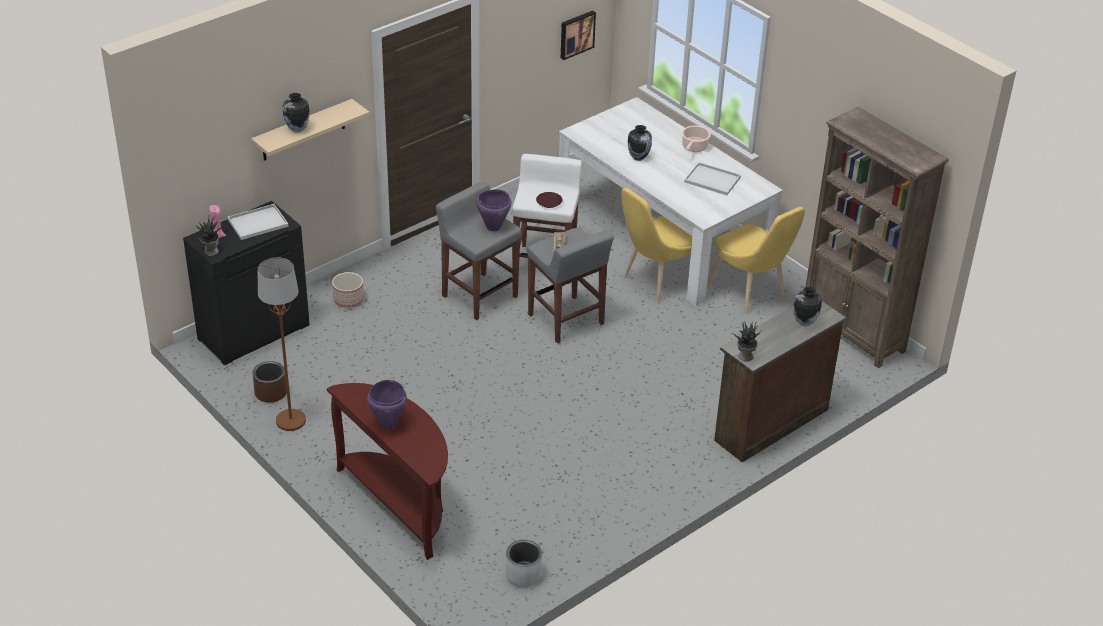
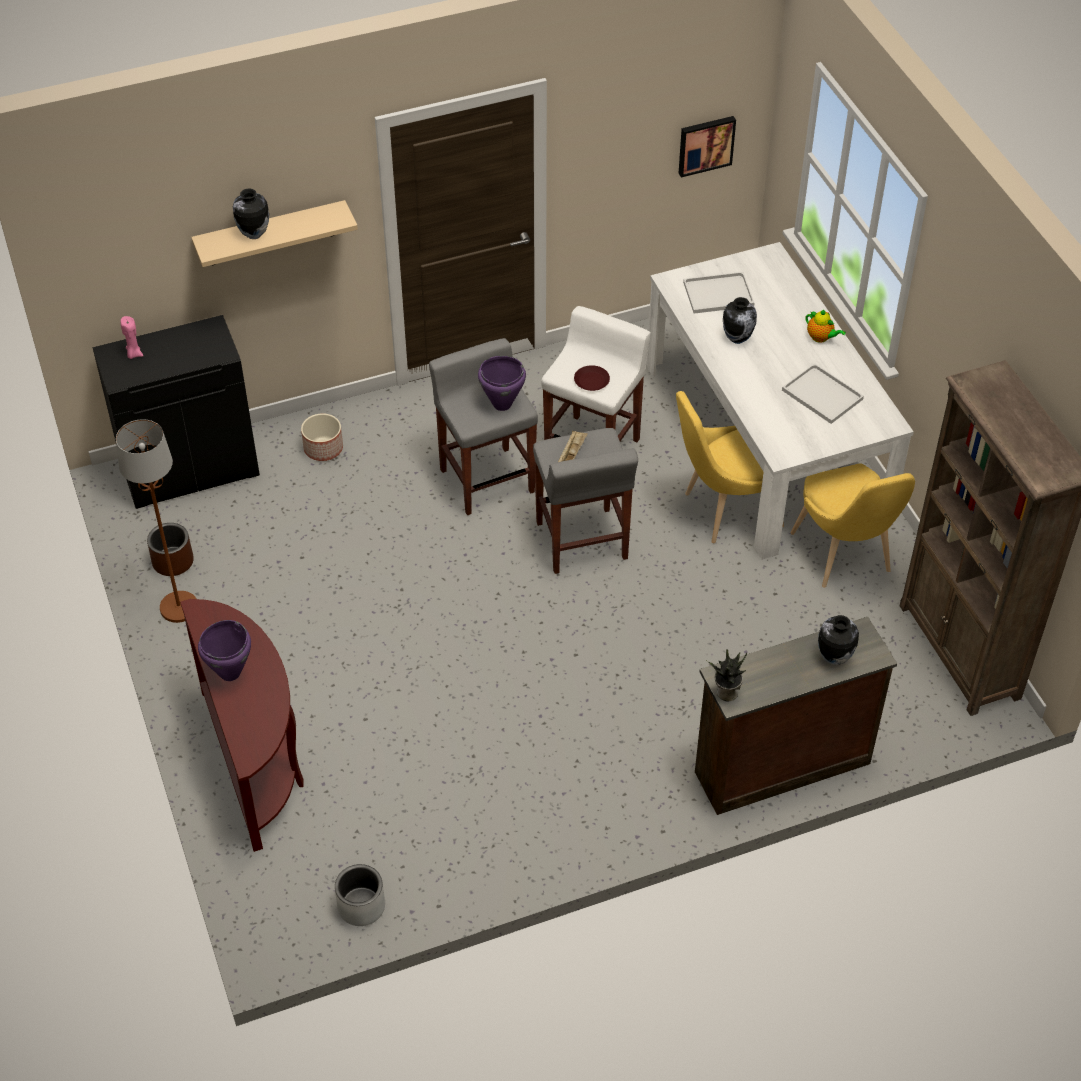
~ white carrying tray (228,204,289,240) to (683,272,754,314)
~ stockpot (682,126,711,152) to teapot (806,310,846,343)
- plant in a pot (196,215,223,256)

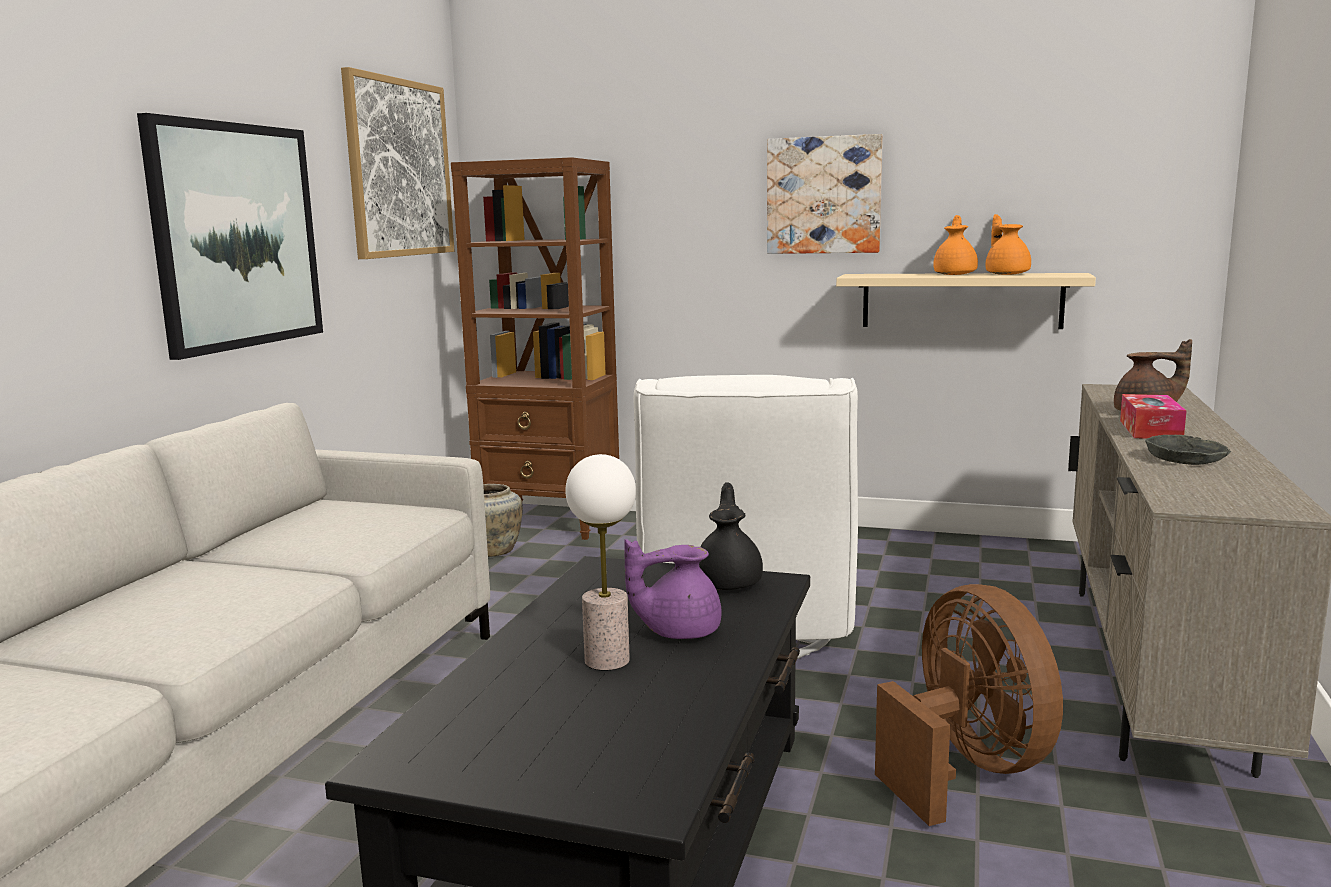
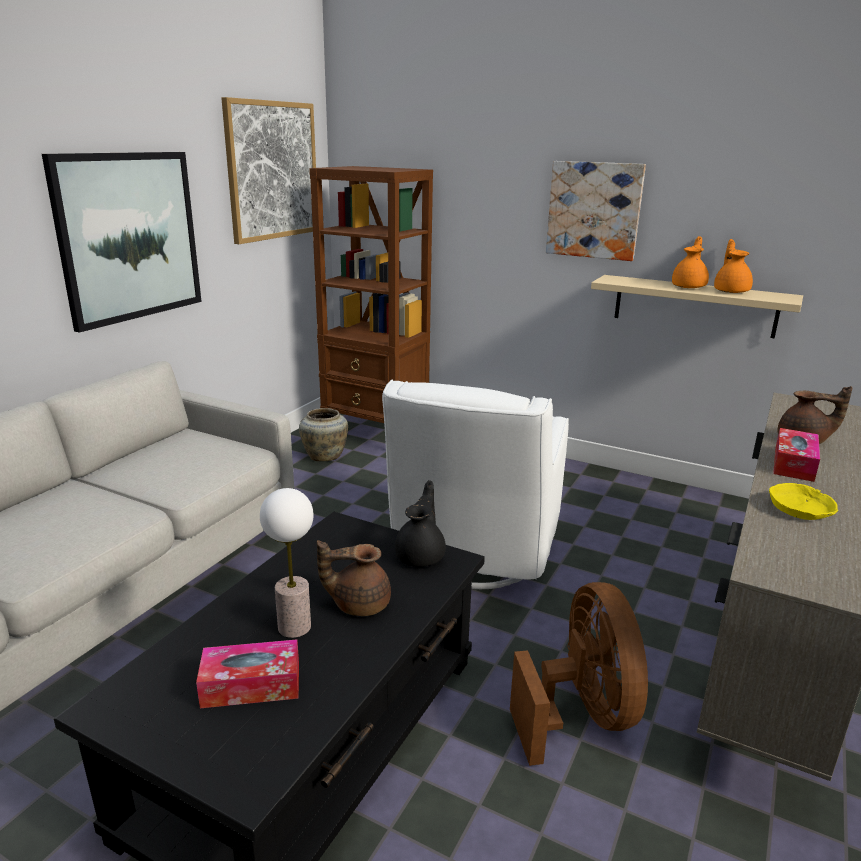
+ tissue box (196,639,299,708)
~ purple-coloured teapot (624,539,722,639) to brown-coloured teapot (317,540,391,616)
~ gray bowl (1145,435,1231,465) to yellow-coloured bowl (769,483,838,520)

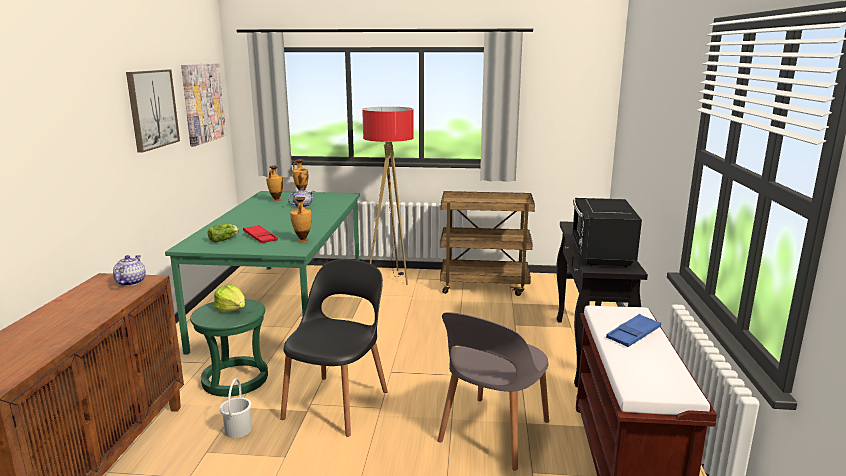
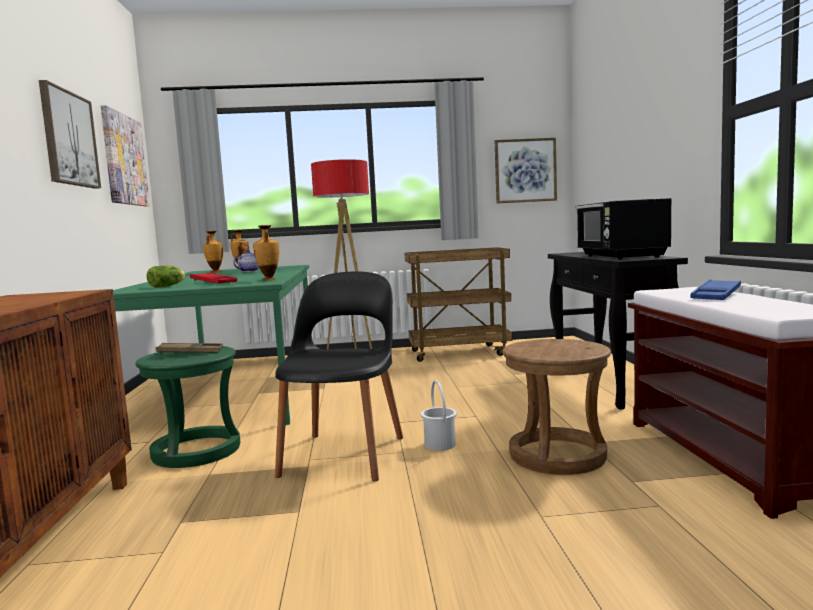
~ head of lettuce (214,285,245,312) to brown-coloured carrying tray (156,343,223,354)
~ white pail (220,378,252,438) to (421,380,457,451)
+ wall art (495,138,557,203)
~ gray upright chair (437,312,549,471) to brown-coloured stool (502,339,611,475)
- teapot (113,255,146,286)

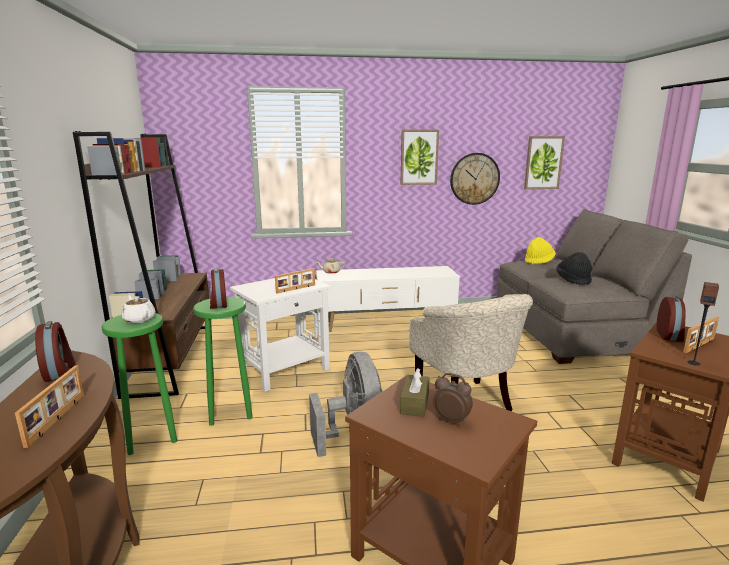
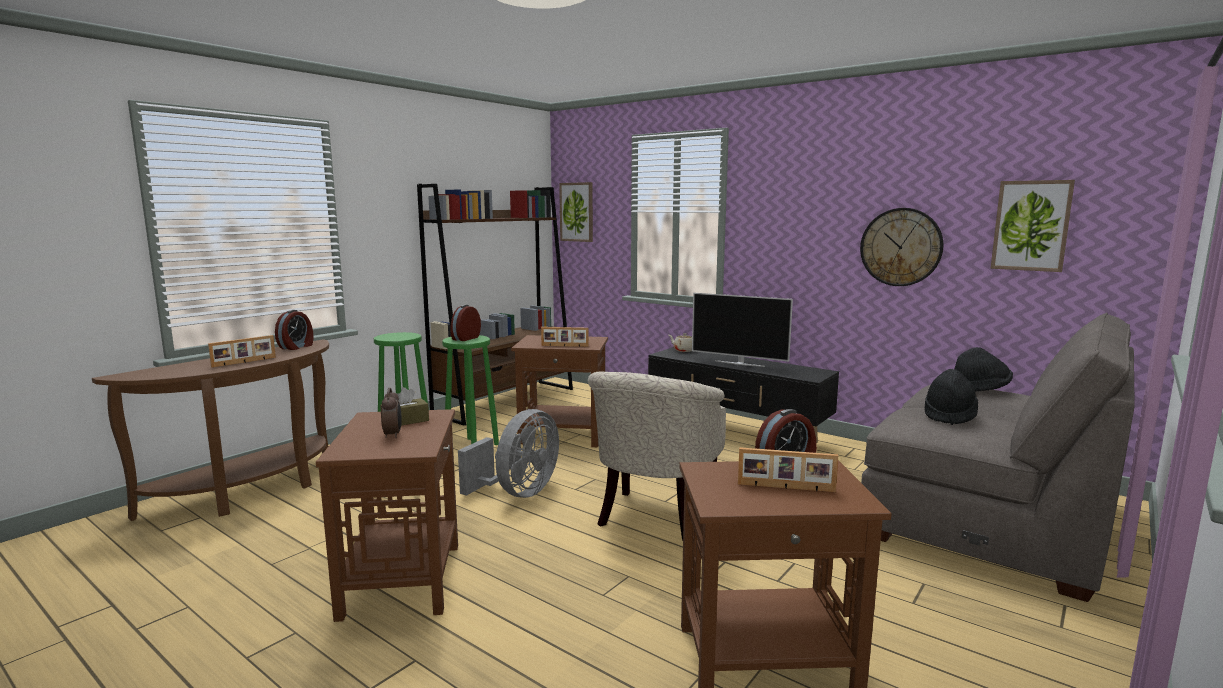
~ white side table (230,278,331,392) to brown-coloured side table (511,335,608,447)
~ wall art (400,130,439,185) to (559,182,593,242)
~ white tv unit (316,266,460,332) to black tv unit (648,347,839,443)
+ TV (692,293,793,367)
~ yellow-coloured hat (525,237,556,264) to black hat (955,347,1013,392)
- white teapot (121,295,156,323)
- audio speaker (688,282,719,366)

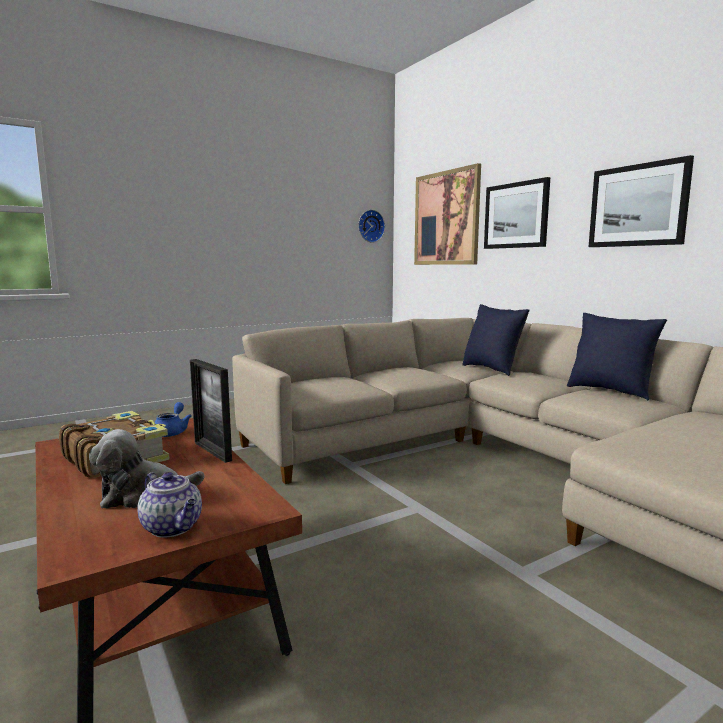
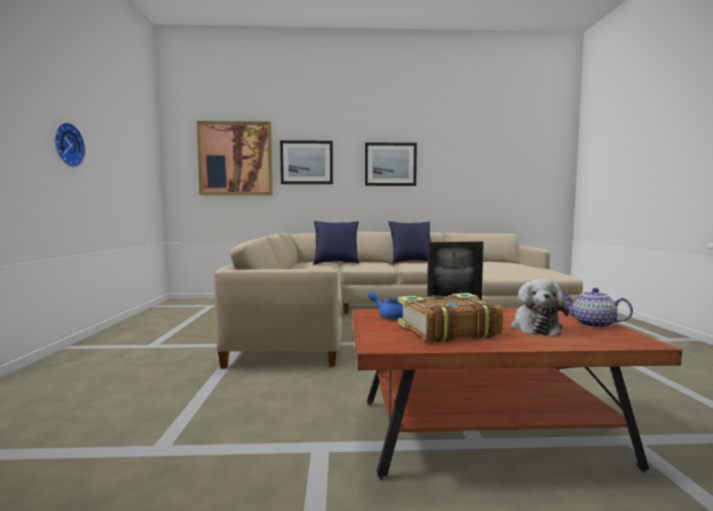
~ clock on the wall (358,210,385,243) to (55,122,86,167)
~ teapot (137,472,202,538) = (564,288,633,328) 120 degrees counterclockwise

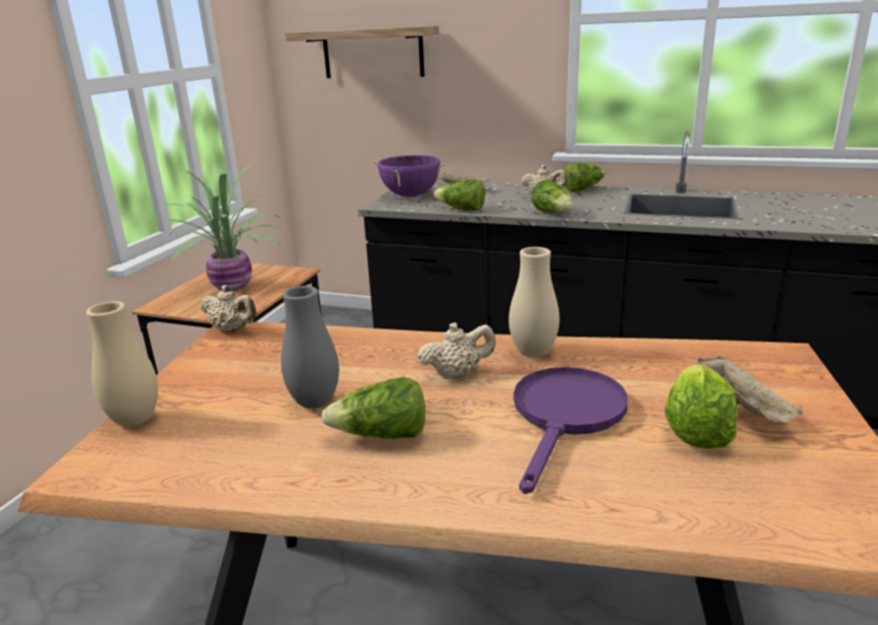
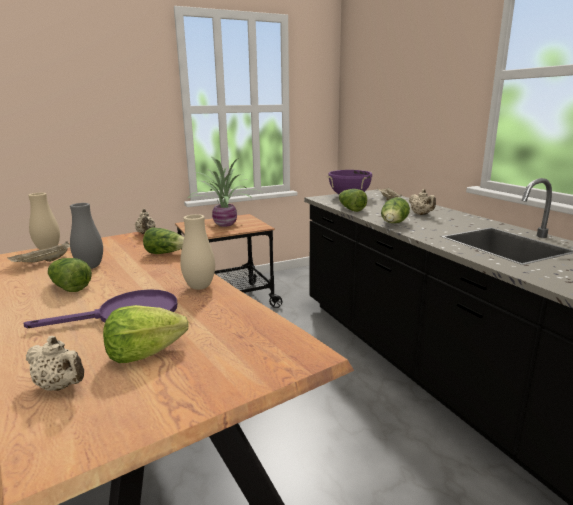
~ beige carrying tray (697,356,803,422) to (8,241,70,263)
~ beige teapot (417,322,496,379) to (26,336,84,391)
~ head of lettuce (563,163,606,192) to (143,227,184,254)
- bracket shelf (285,26,439,78)

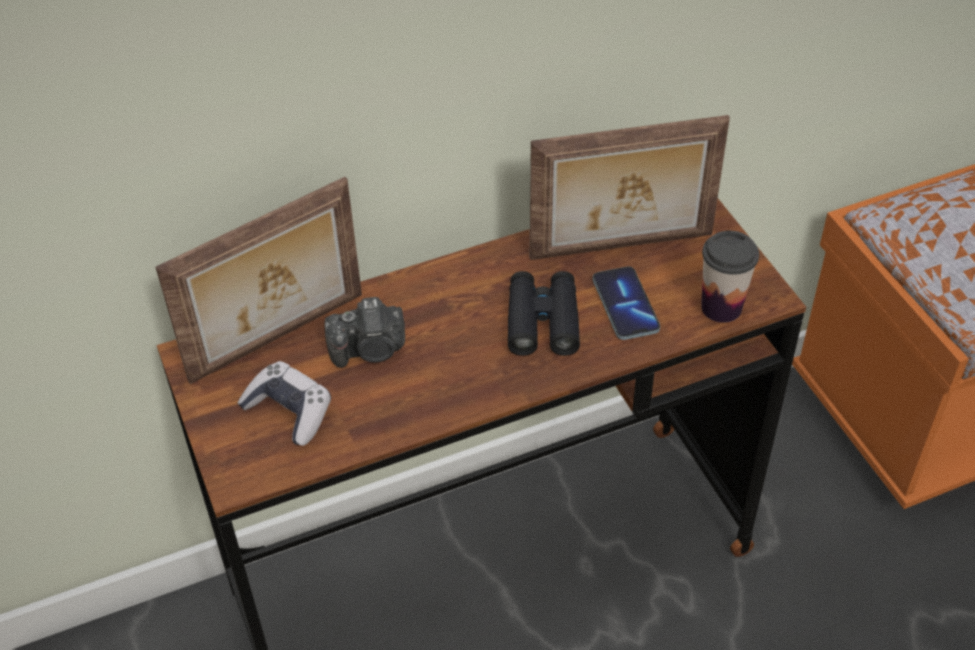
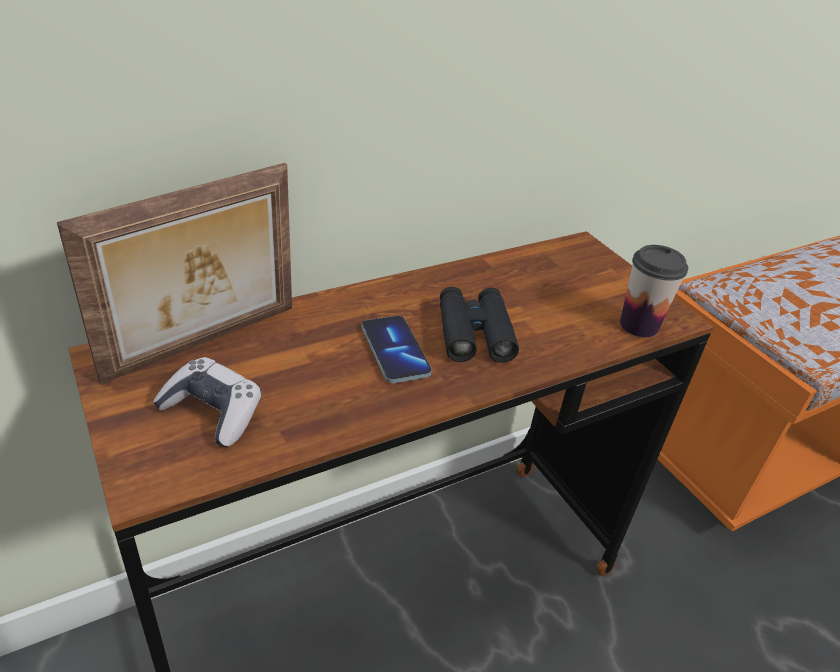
~ phone (593,266,660,340) to (362,316,432,383)
- photo camera (324,297,405,368)
- standing frame (530,115,730,260)

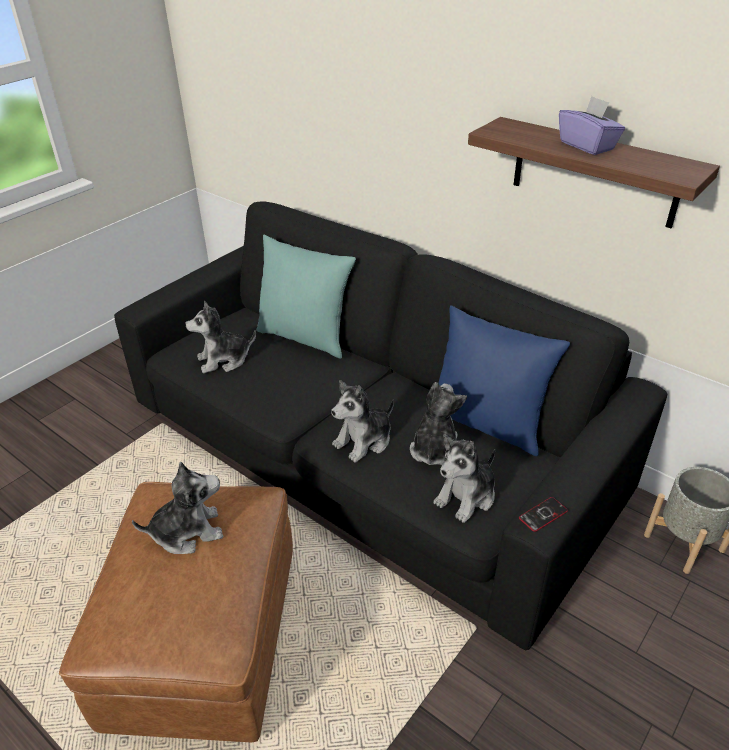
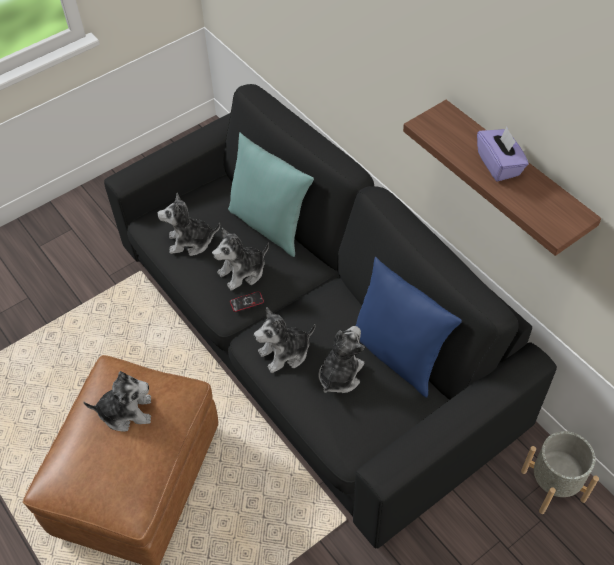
~ soft toy (433,434,495,523) to (212,228,269,291)
~ phone (519,497,568,532) to (230,291,264,312)

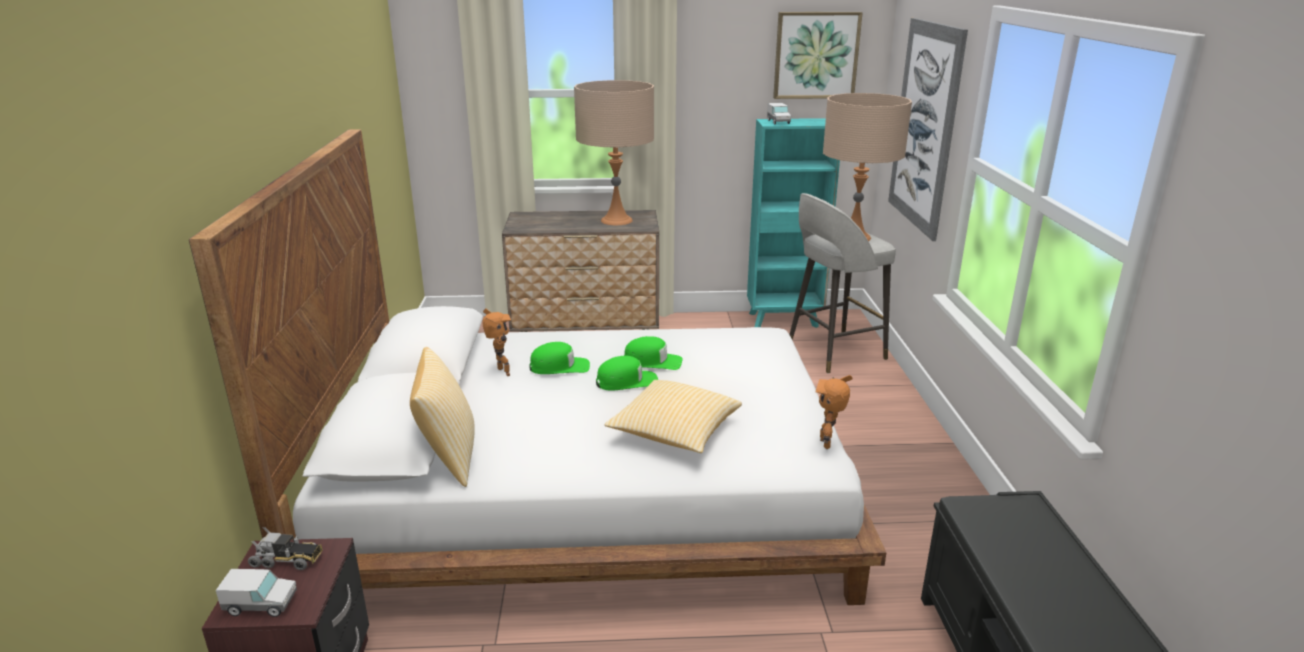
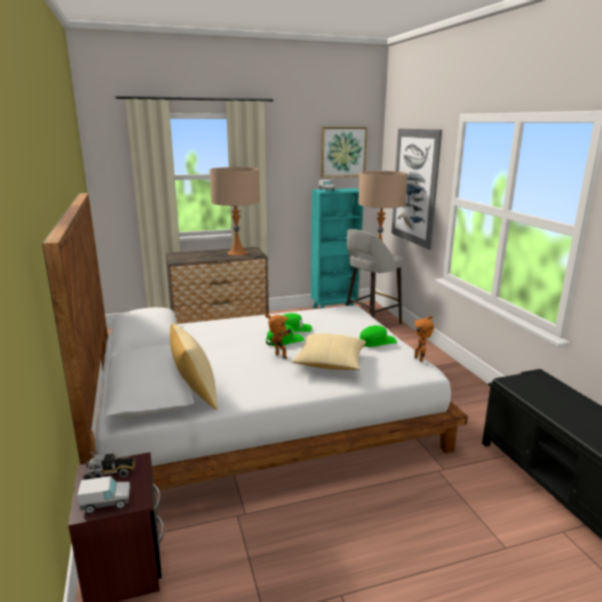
~ robot figure (482,308,511,376) to (265,314,292,359)
~ greenish peaked cap (529,342,590,374) to (359,325,397,347)

